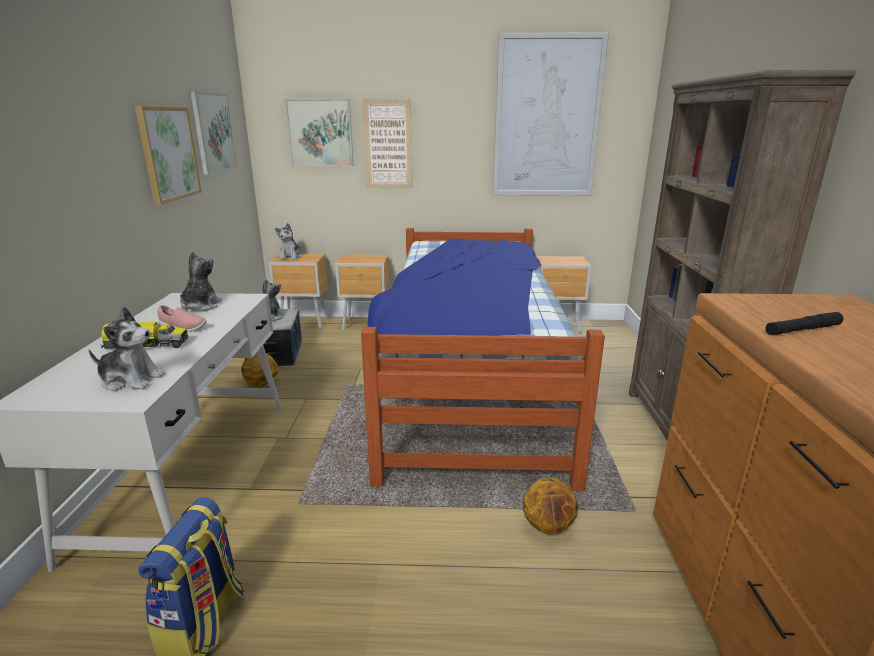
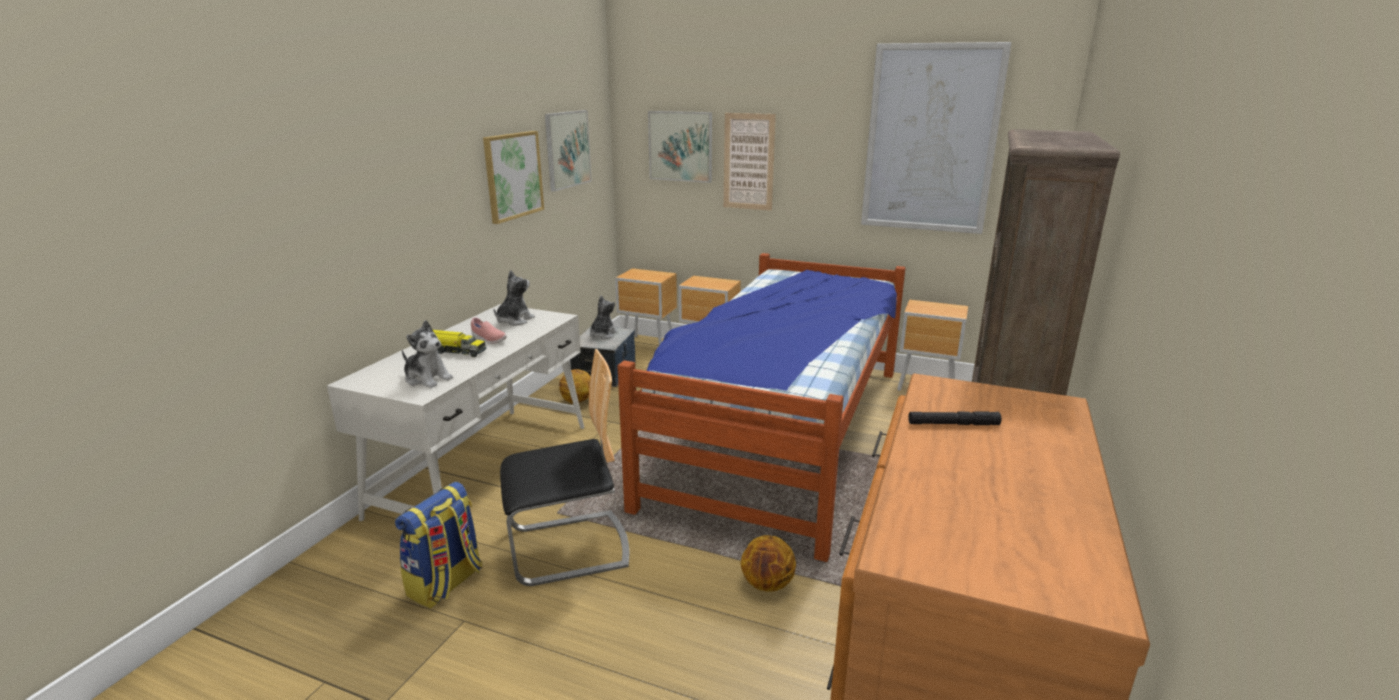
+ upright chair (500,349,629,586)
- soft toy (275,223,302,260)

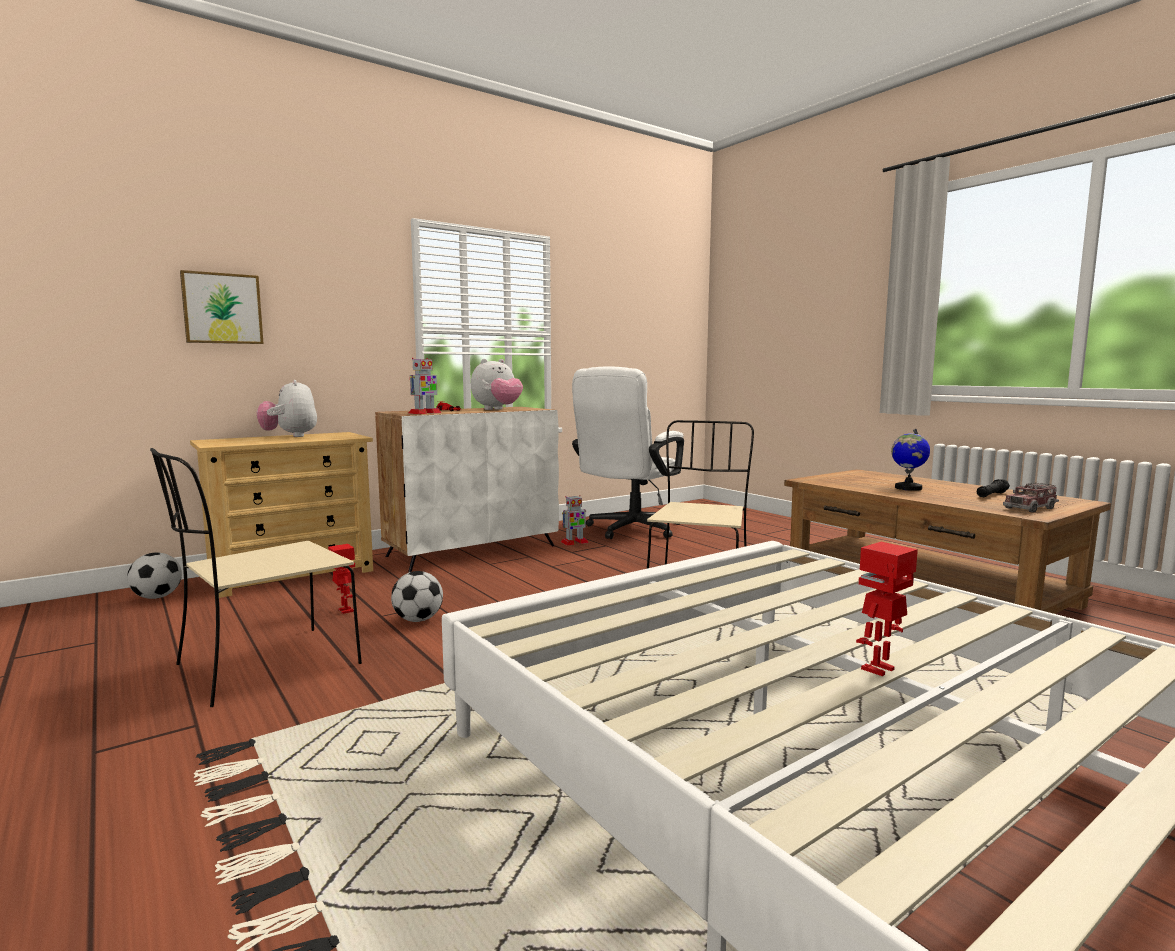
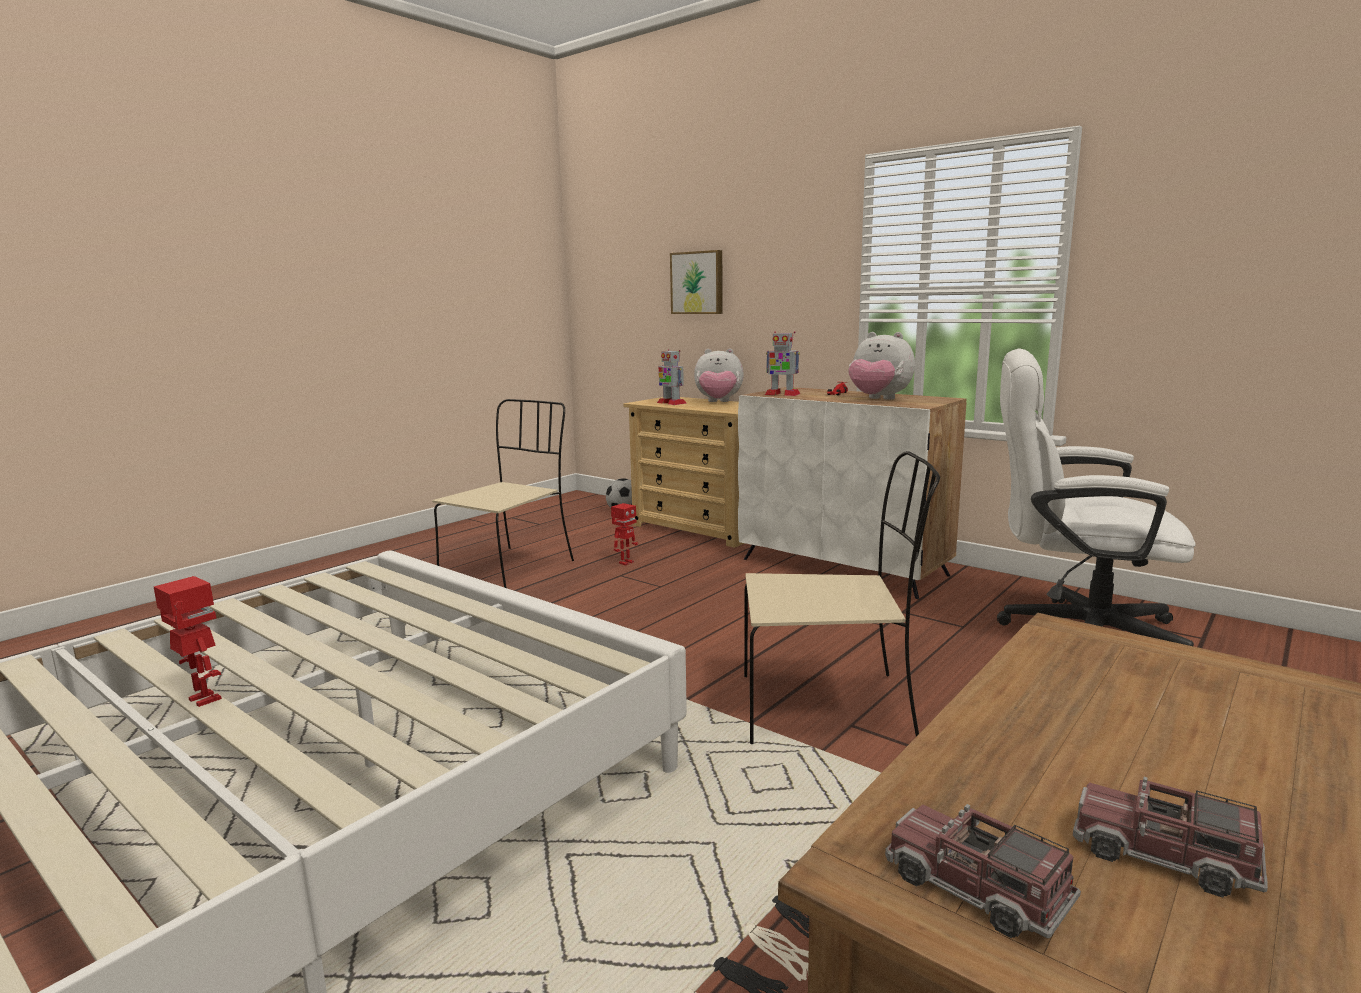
~ beige upright chair (150,448,362,707) = (432,399,574,588) 90 degrees clockwise
~ robot figure (561,495,589,546) to (657,349,687,405)
~ soft toy (257,380,317,437) = (694,348,744,402) 135 degrees counterclockwise
~ black torch (977,479,1010,497) to model truck (1073,777,1268,898)
- football ball (391,571,443,622)
- globe (891,428,930,491)

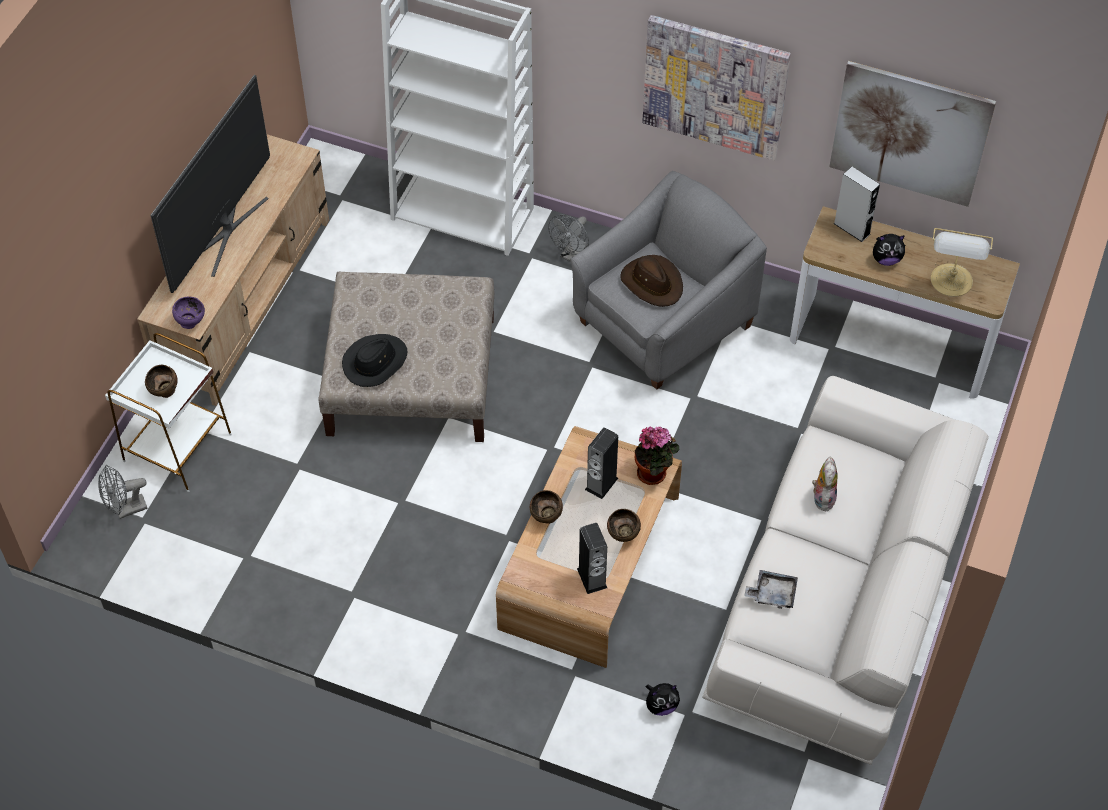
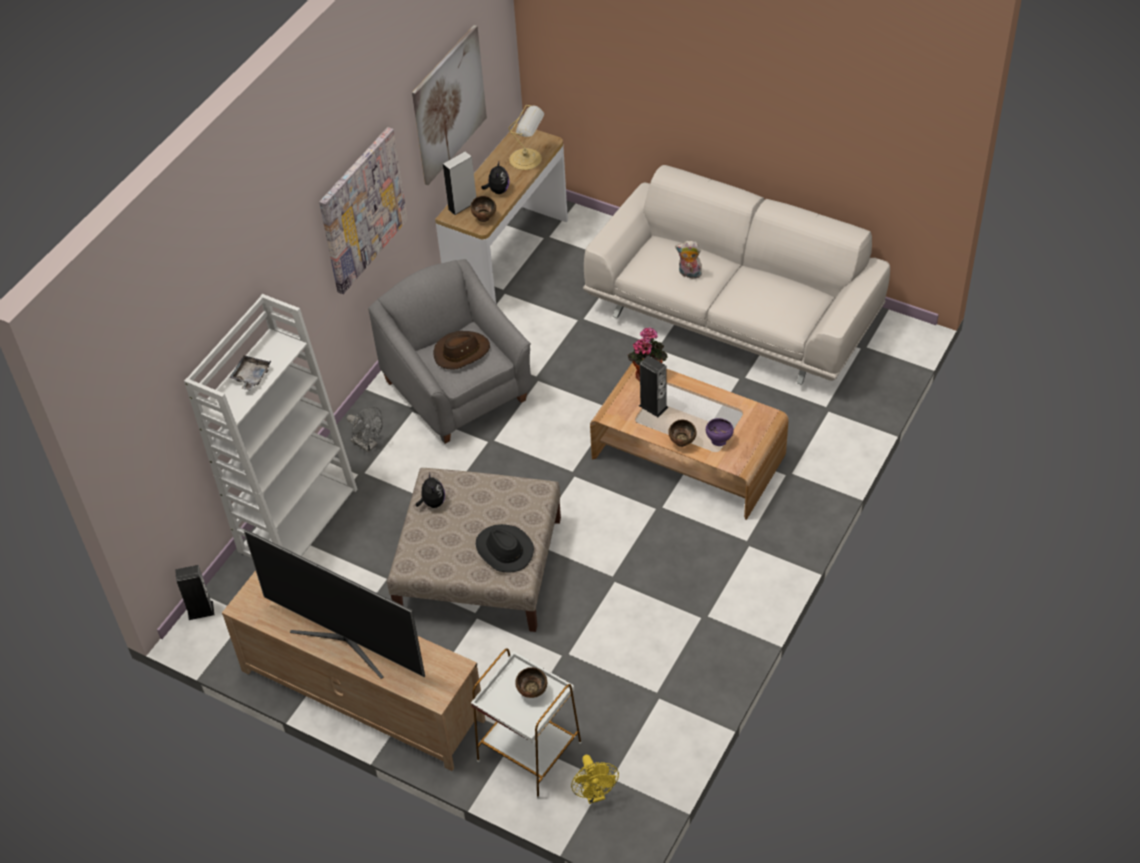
~ audio speaker (577,523,607,594) to (175,565,214,620)
~ gray carrying tray (744,570,798,609) to (229,355,271,391)
~ soft toy (646,683,680,716) to (416,473,445,508)
~ brown-coloured bowl (607,509,641,542) to (470,196,496,222)
~ gray fan (98,465,148,519) to yellow-coloured fan (571,755,619,804)
~ purple-coloured bowl (172,296,205,329) to (706,418,734,446)

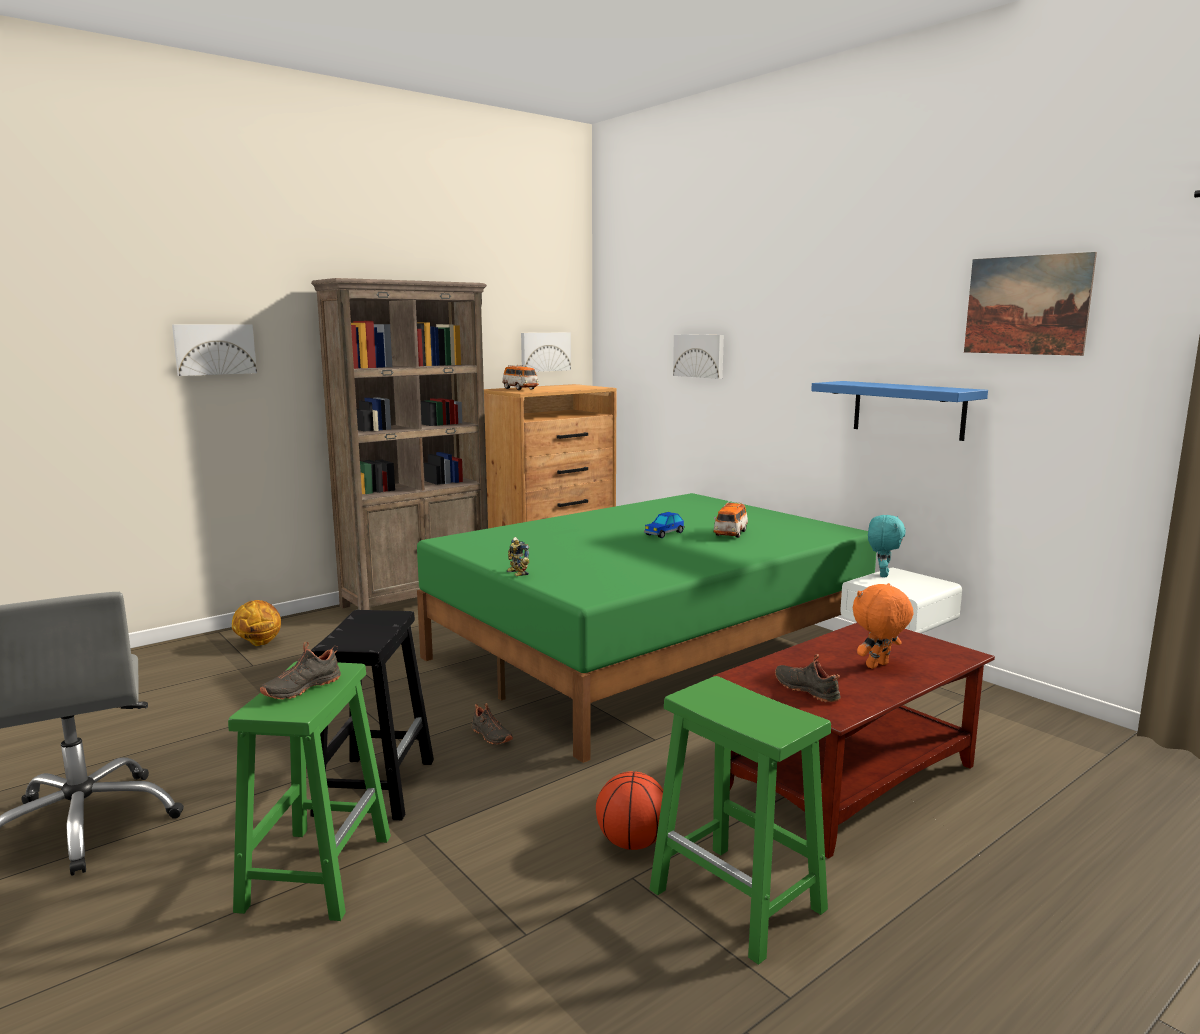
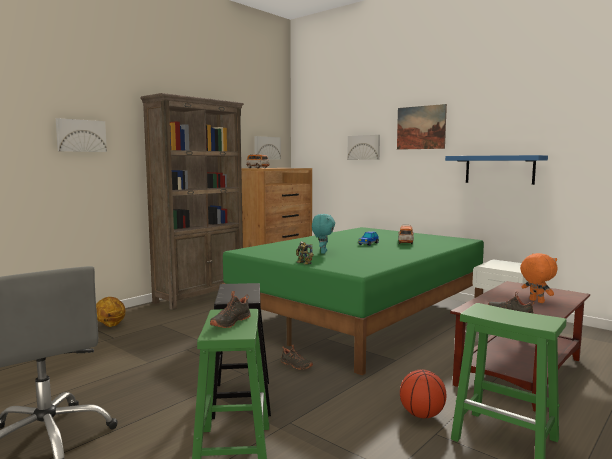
~ turquoise-coloured soft toy (868,515,906,577) to (312,214,335,254)
~ wall art (964,252,1097,356) to (397,104,447,150)
~ orange-coloured soft toy (853,583,914,669) = (520,253,557,303) 105 degrees clockwise

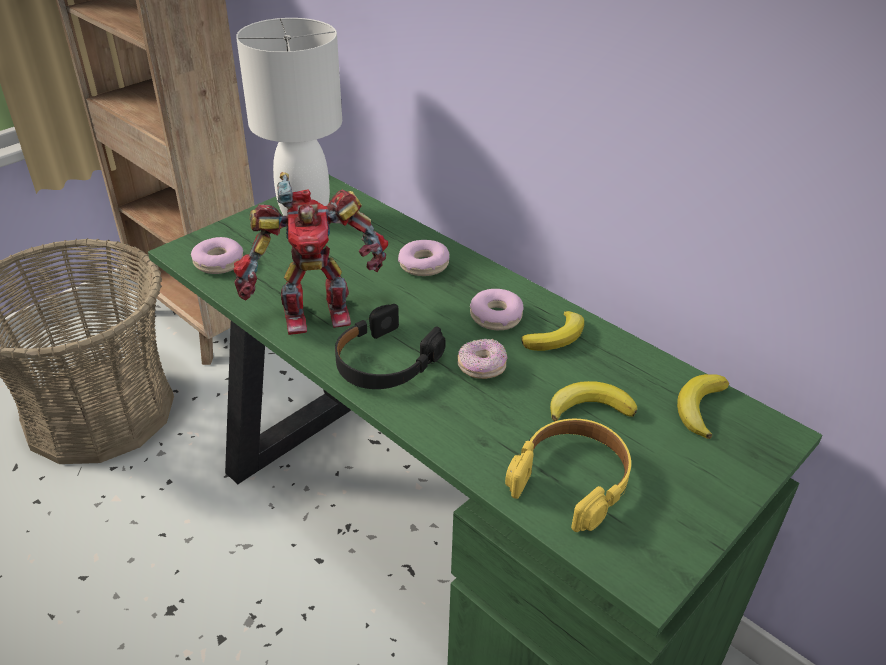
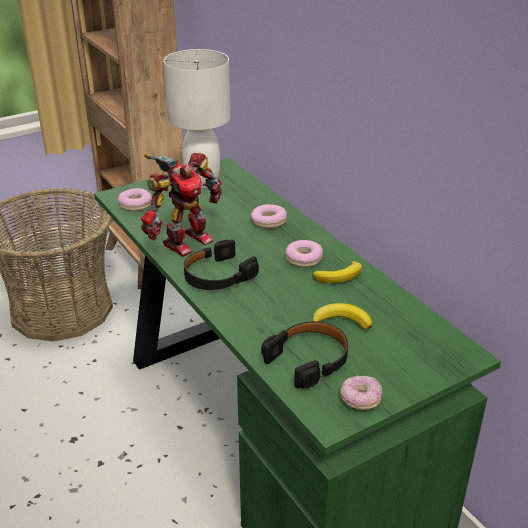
~ robot figure (234,172,388,335) = (141,152,222,257) 45 degrees counterclockwise
~ yellow-coloured pair of headphones (505,419,631,532) to black pair of headphones (261,321,348,388)
~ doughnut (458,339,508,379) to (340,376,383,410)
- whole banana (677,374,729,439)

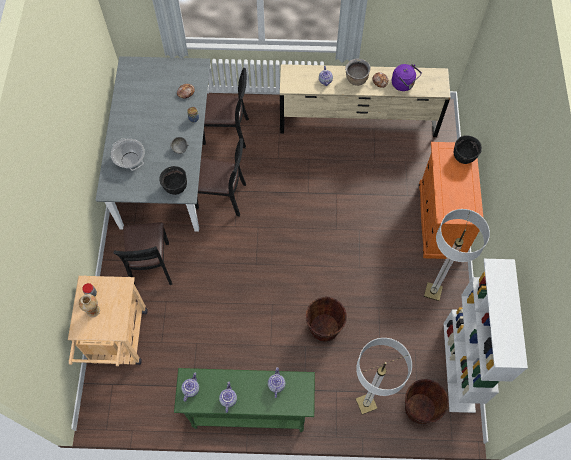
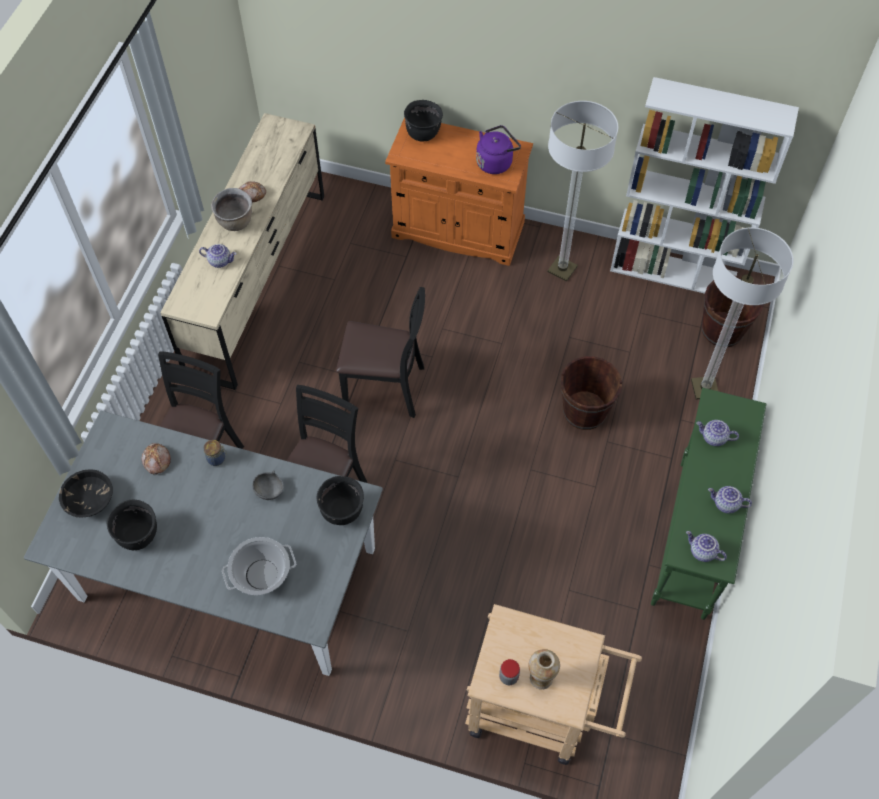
+ black bowl (59,469,113,518)
+ black stockpot (107,500,157,550)
~ black upright chair (113,222,172,285) to (336,287,425,418)
~ purple-coloured tea kettle (392,64,422,91) to (476,125,521,174)

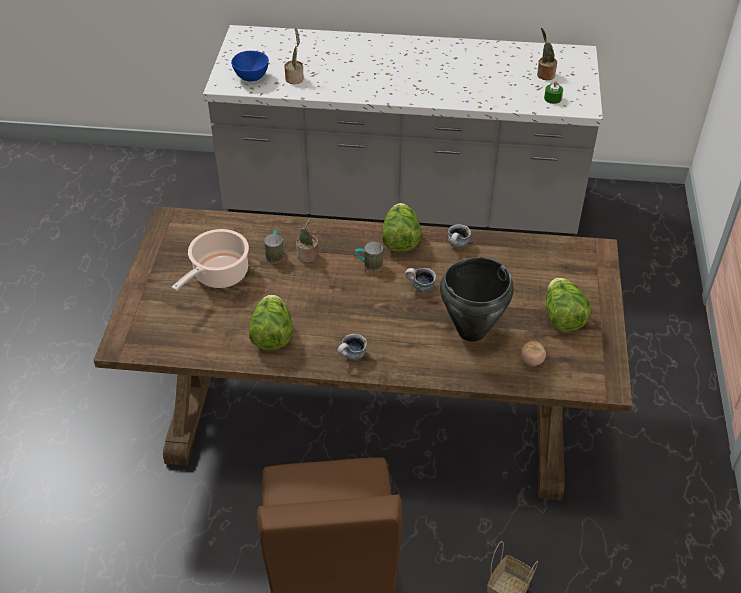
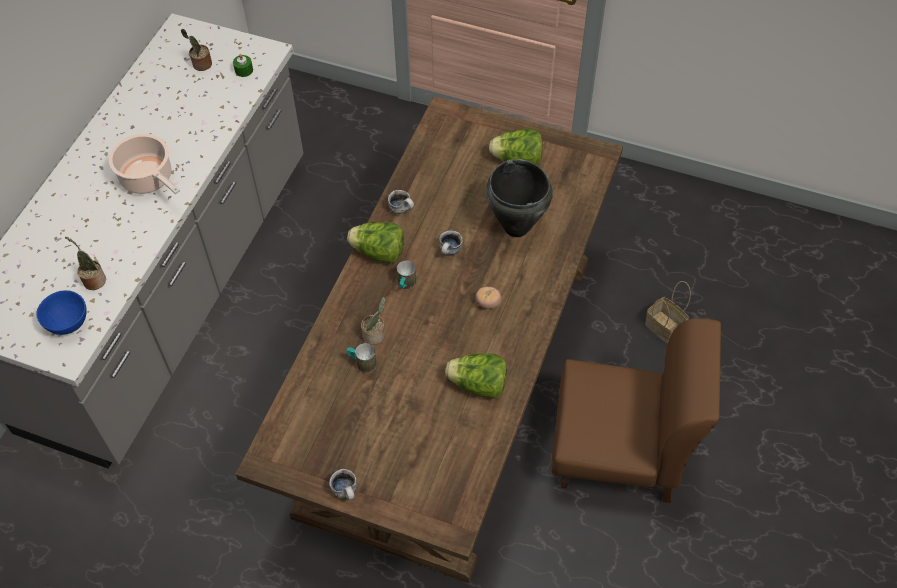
~ stockpot (172,229,249,291) to (109,134,180,194)
~ coffee mug (337,334,367,360) to (329,469,357,500)
~ fresh tomato (521,341,546,366) to (475,287,501,309)

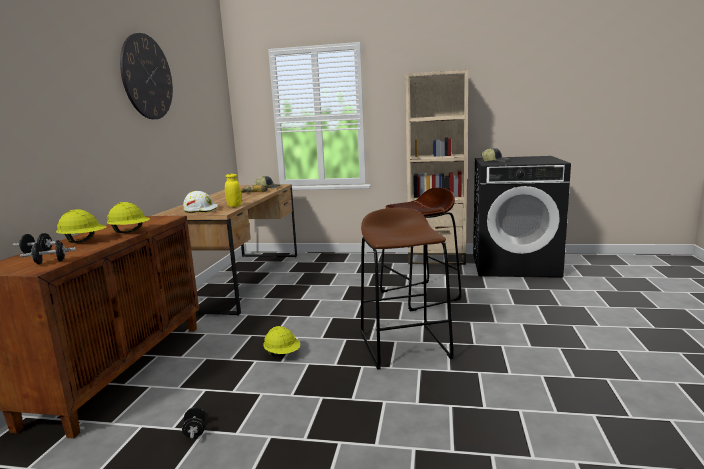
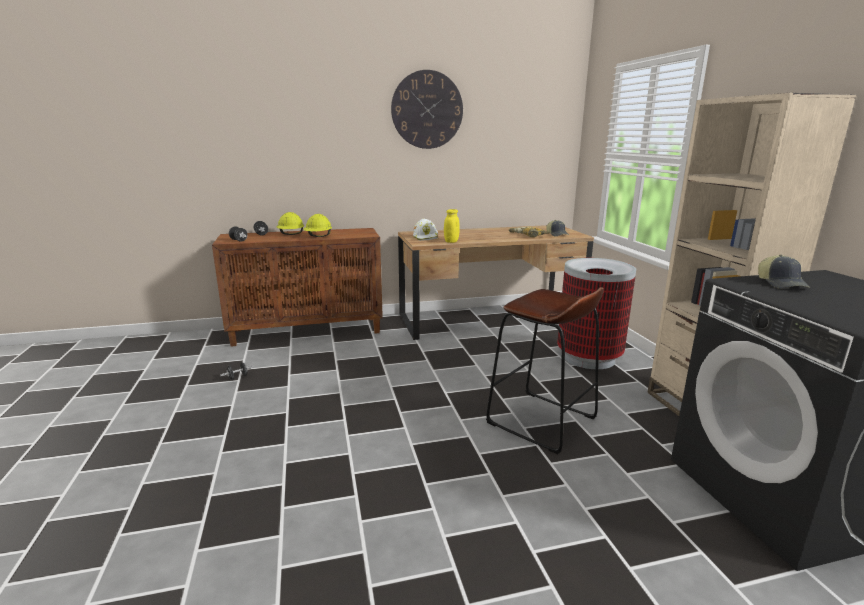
+ trash can (557,258,636,369)
- yellow-coloured work helmet (263,326,300,356)
- brown-coloured stool (361,208,454,370)

